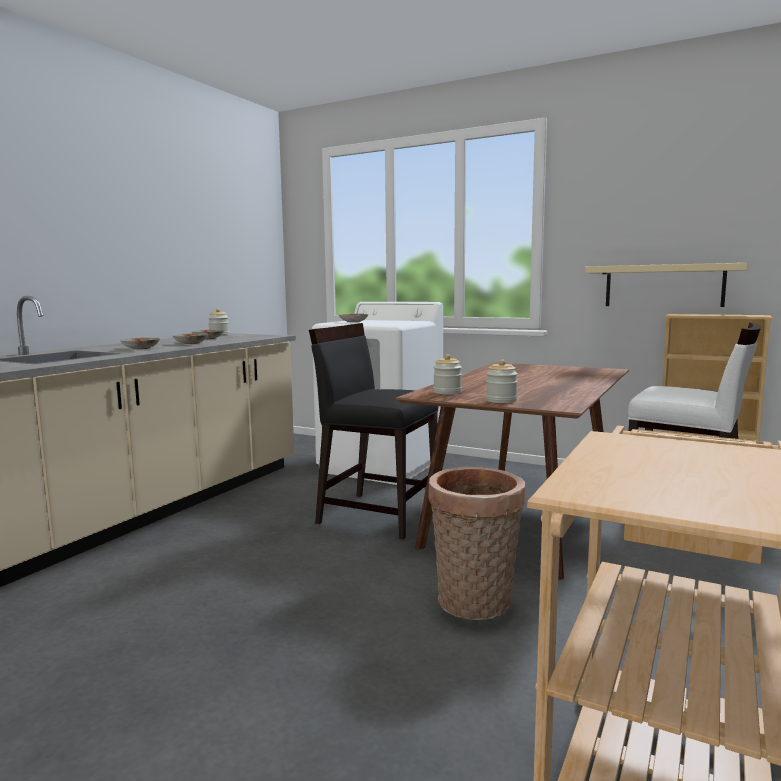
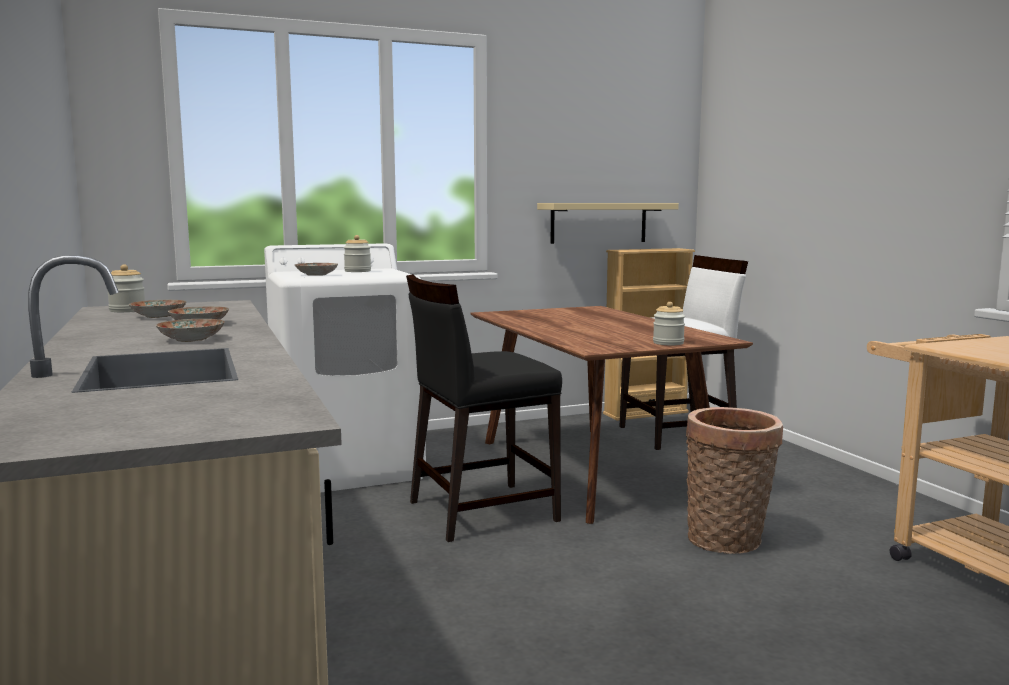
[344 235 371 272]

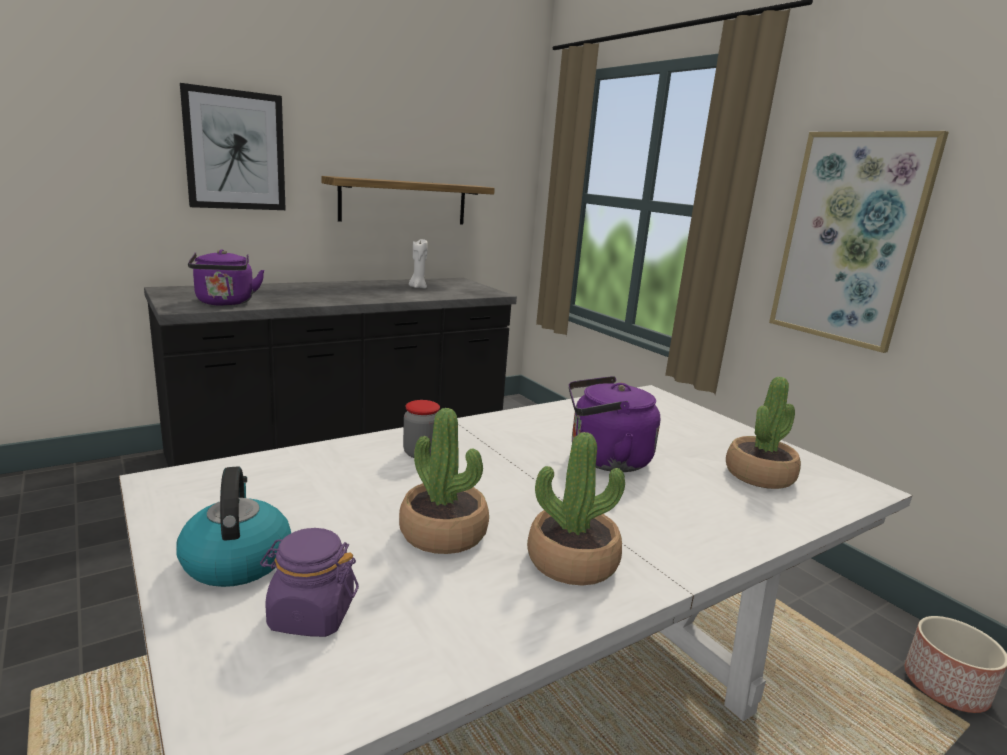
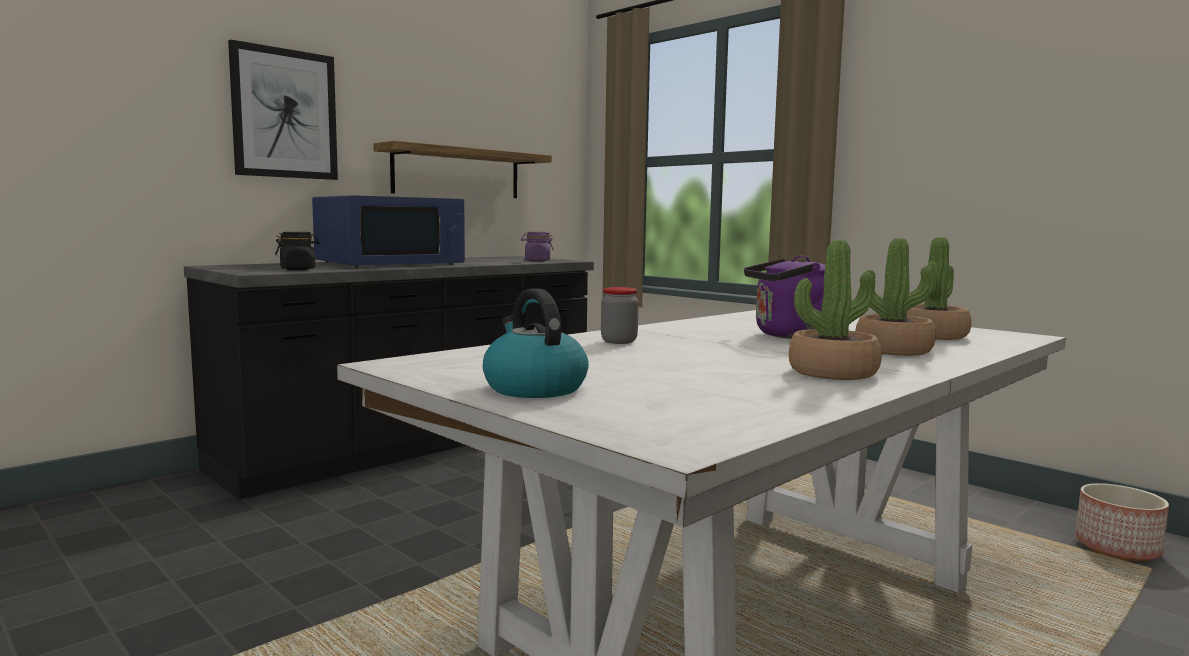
[409 239 428 288] (first image)
[769 131 949 353] (first image)
[312 195 465 267]
[521 232 553 262]
[855 238 936 356]
[275 232 320 270]

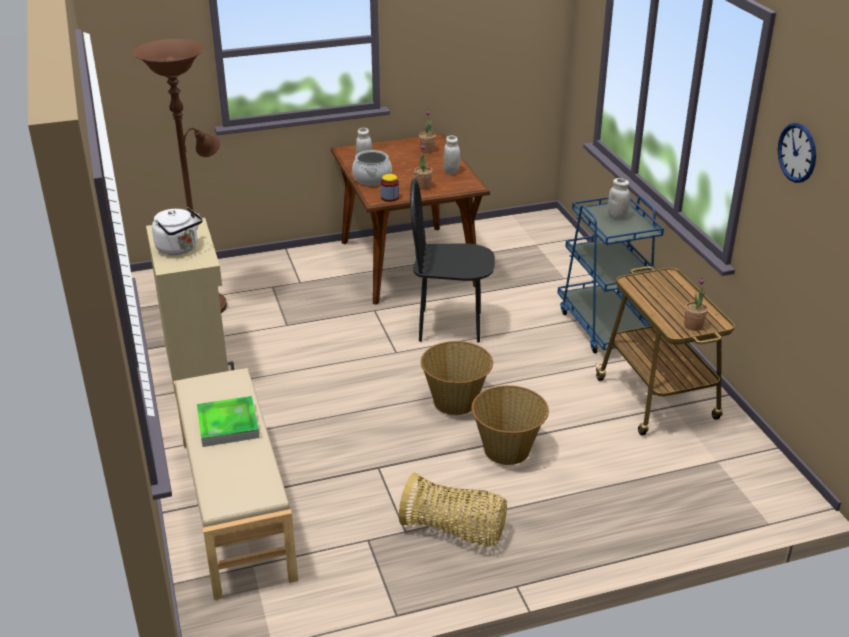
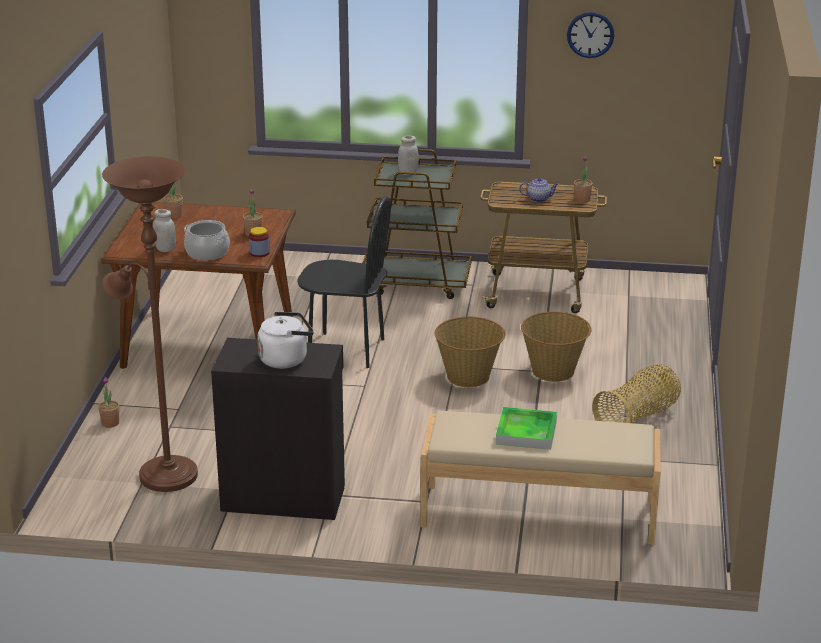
[443 135 460 174] (first image)
[98 377 120 428]
[519 177 559 202]
[211 338 345 520]
[363 149 471 299]
[297 196 391 368]

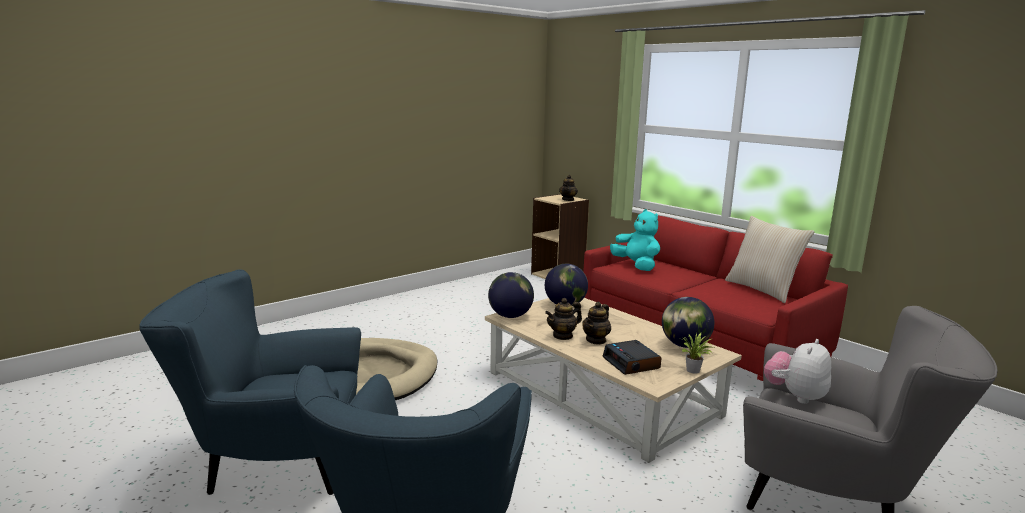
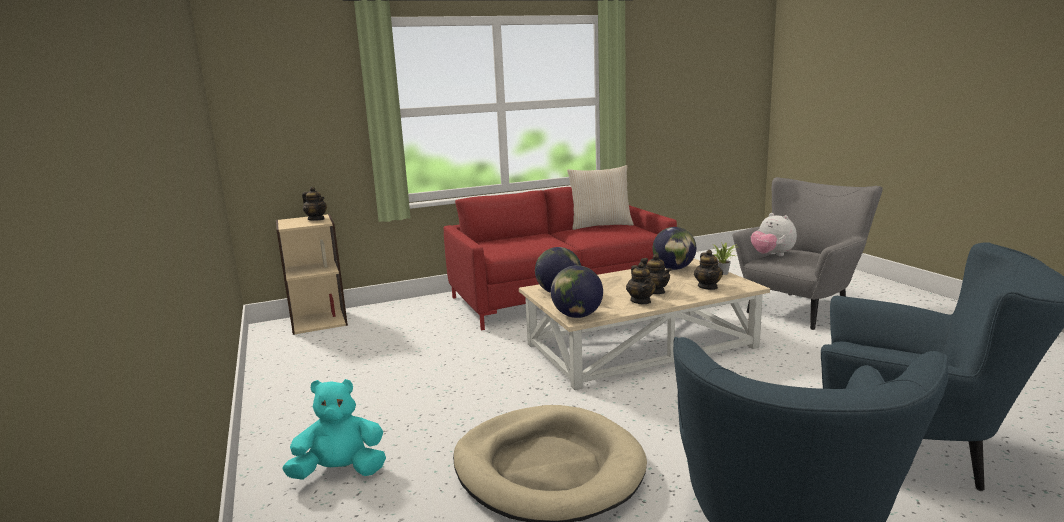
[282 379 386 480]
[694 250 723 290]

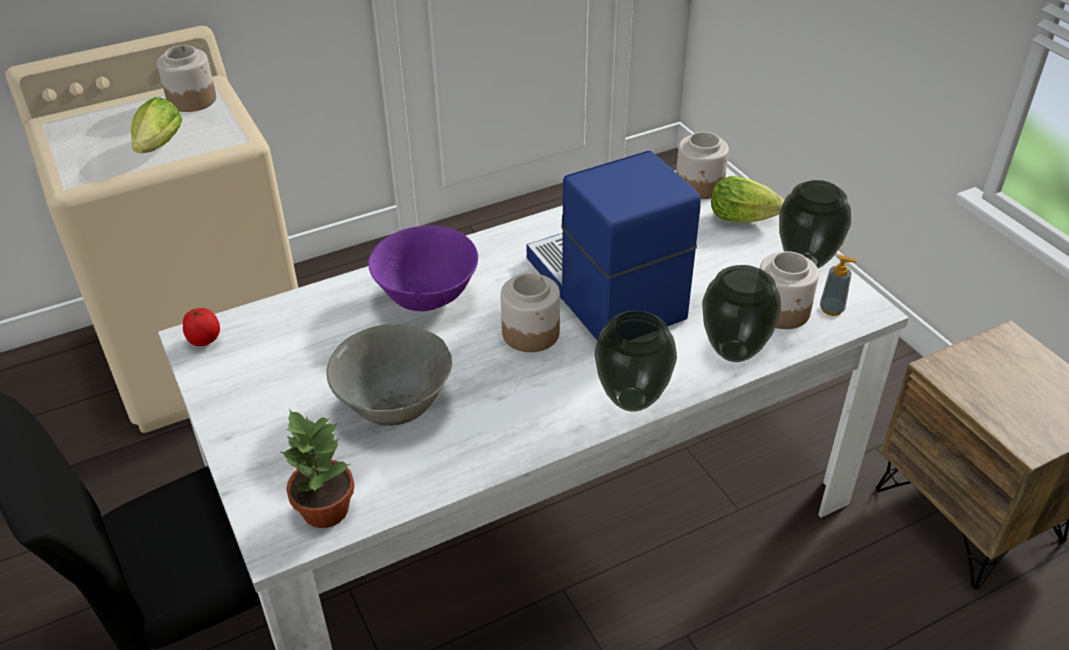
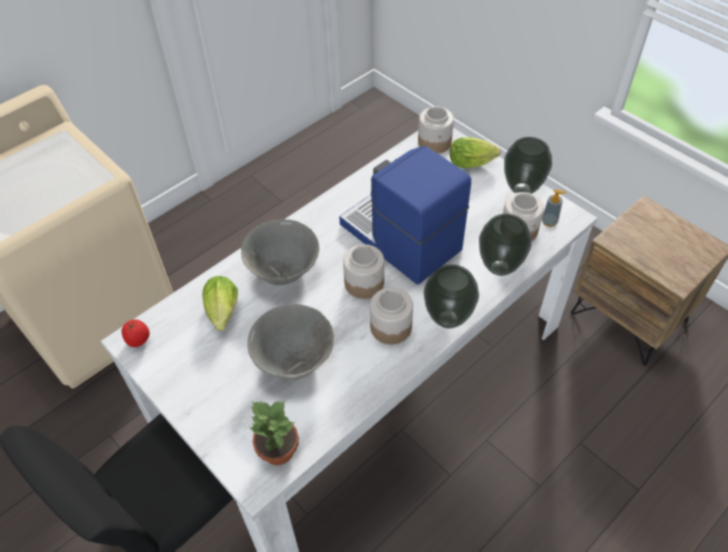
[202 276 238 331]
[370 288 413 344]
[241 219 319 285]

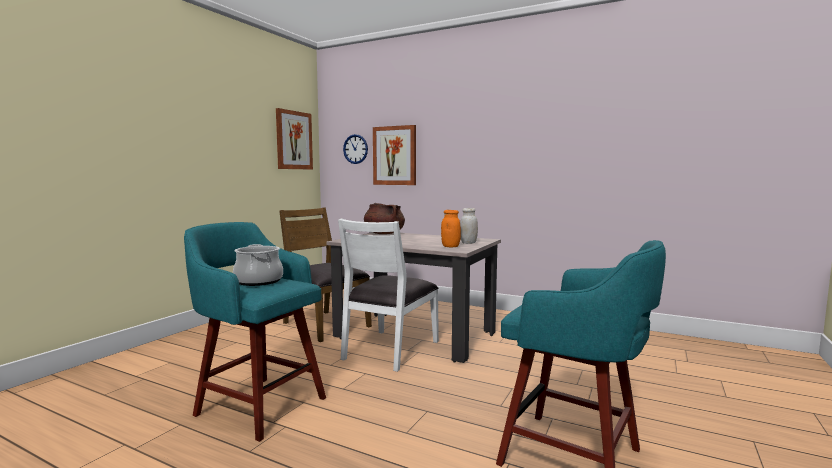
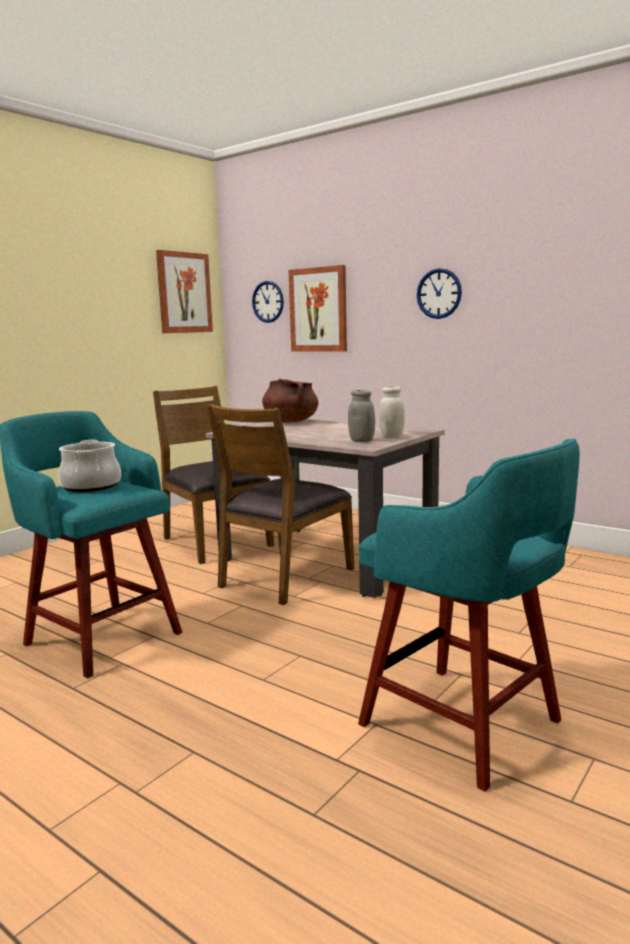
[417 268 462 319]
[207 404 354 605]
[348 390 375 442]

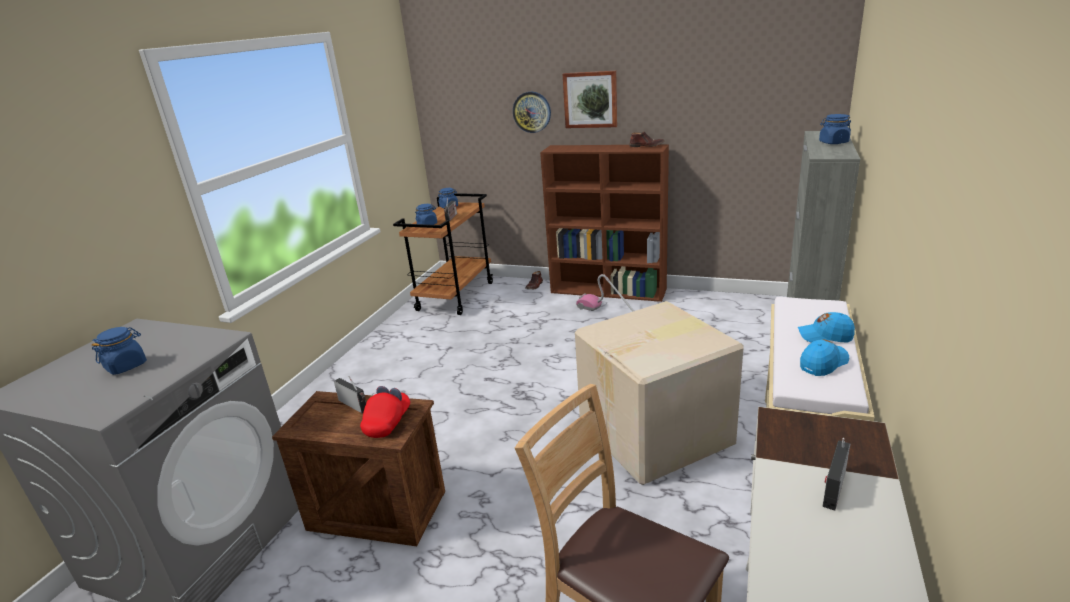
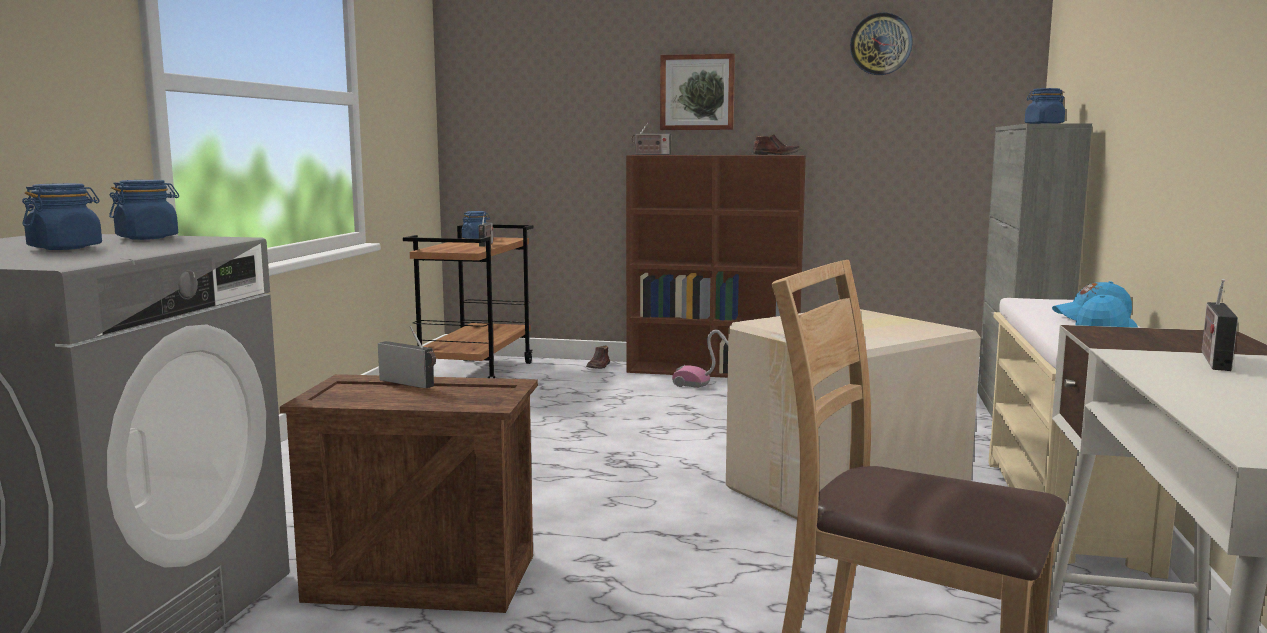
[360 386 410 438] (first image)
[632 122 671 155]
[109 180 179 240]
[850 13 913 75]

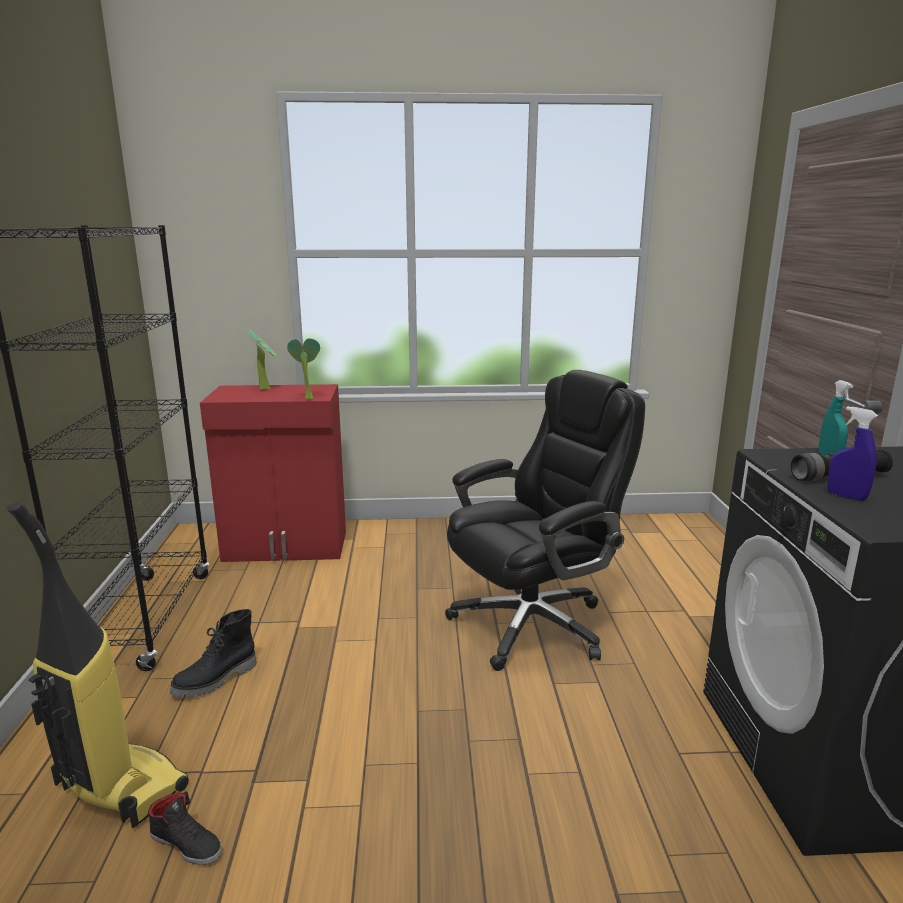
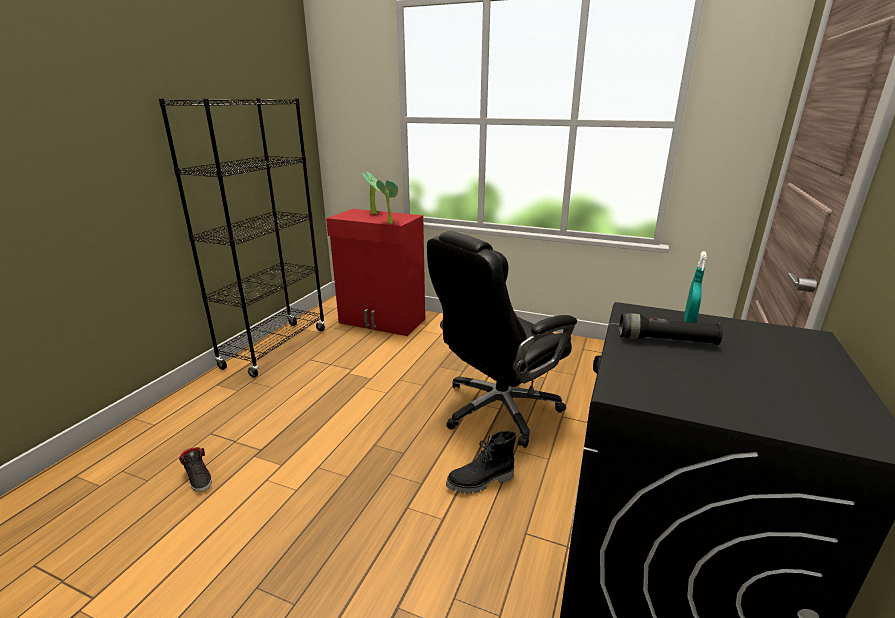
[7 501 189 828] (first image)
[828 406 878 501] (first image)
[446 431 517 494]
[427 231 577 448]

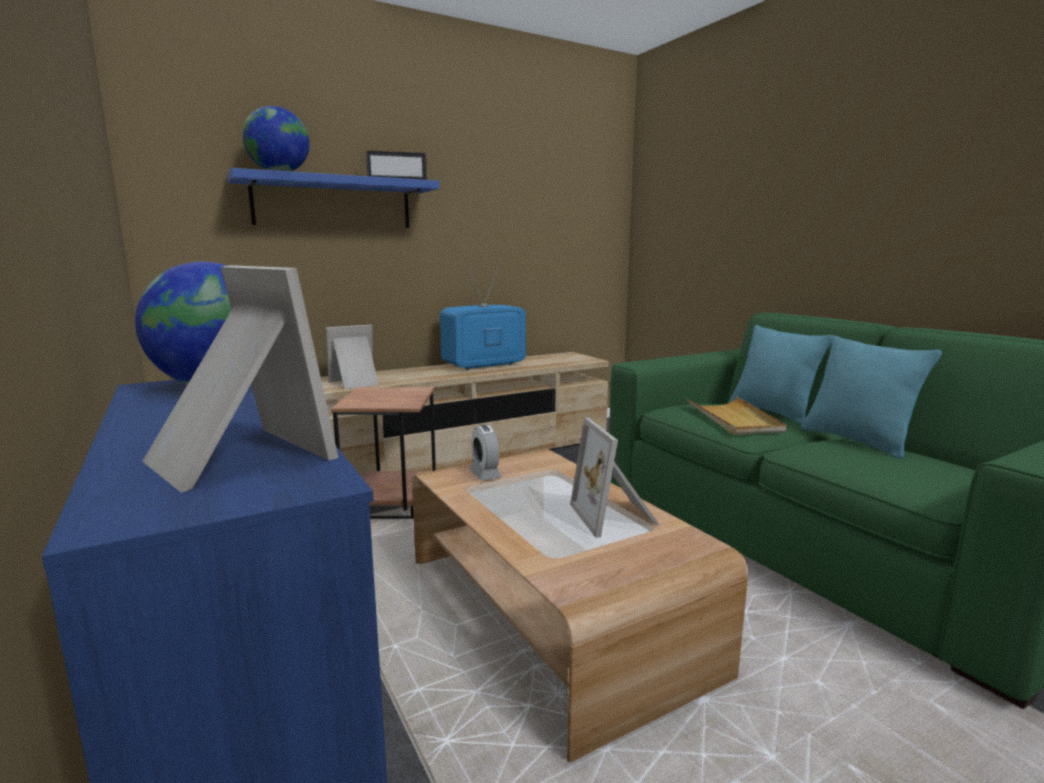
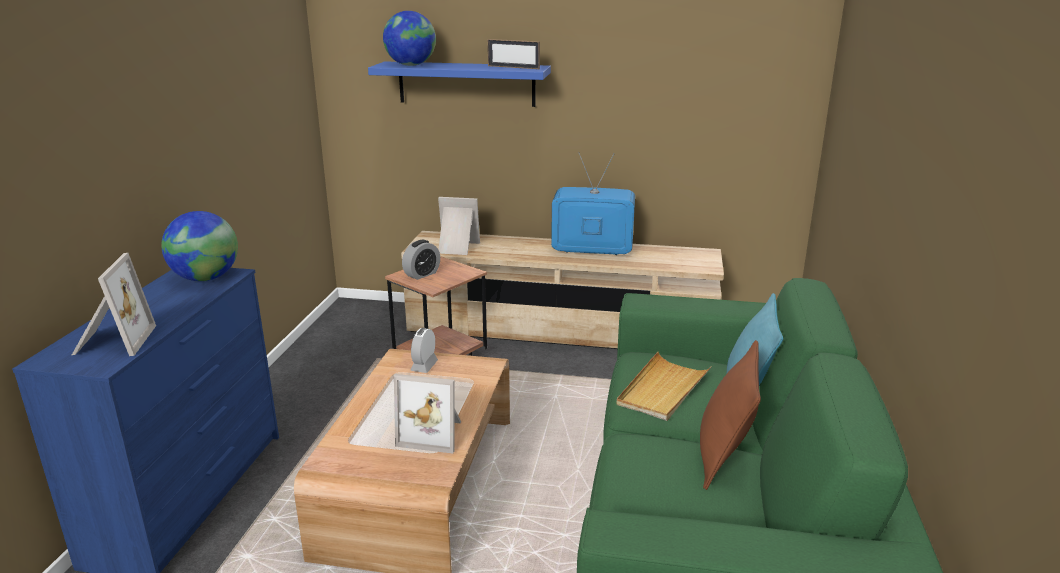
[402 240 440 280]
[700 340 761 490]
[394 374 461 454]

